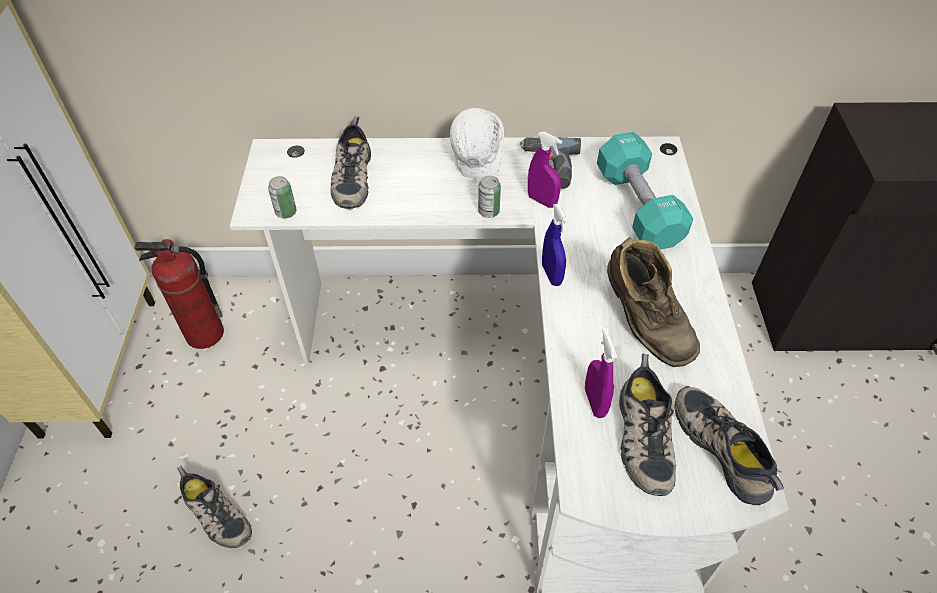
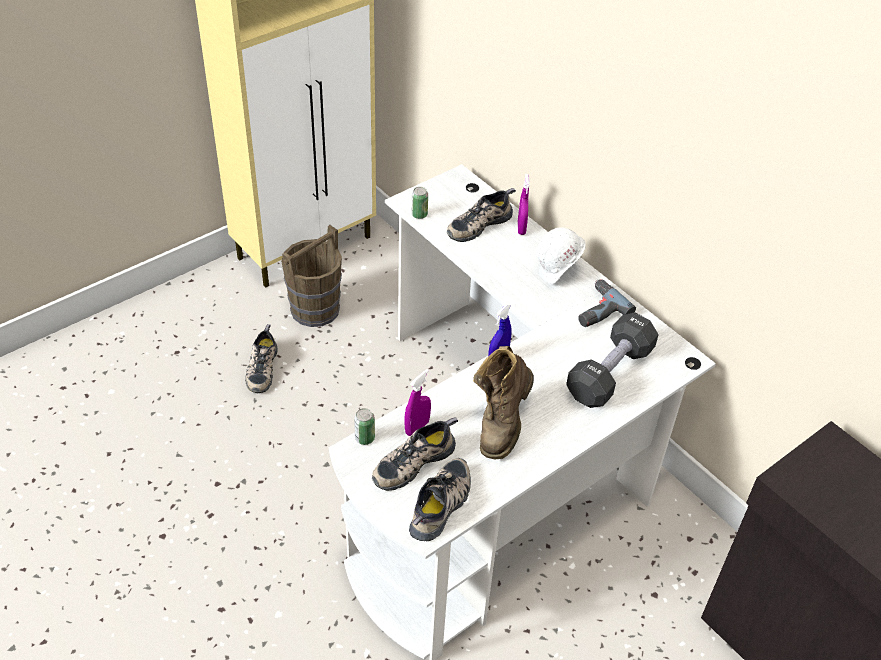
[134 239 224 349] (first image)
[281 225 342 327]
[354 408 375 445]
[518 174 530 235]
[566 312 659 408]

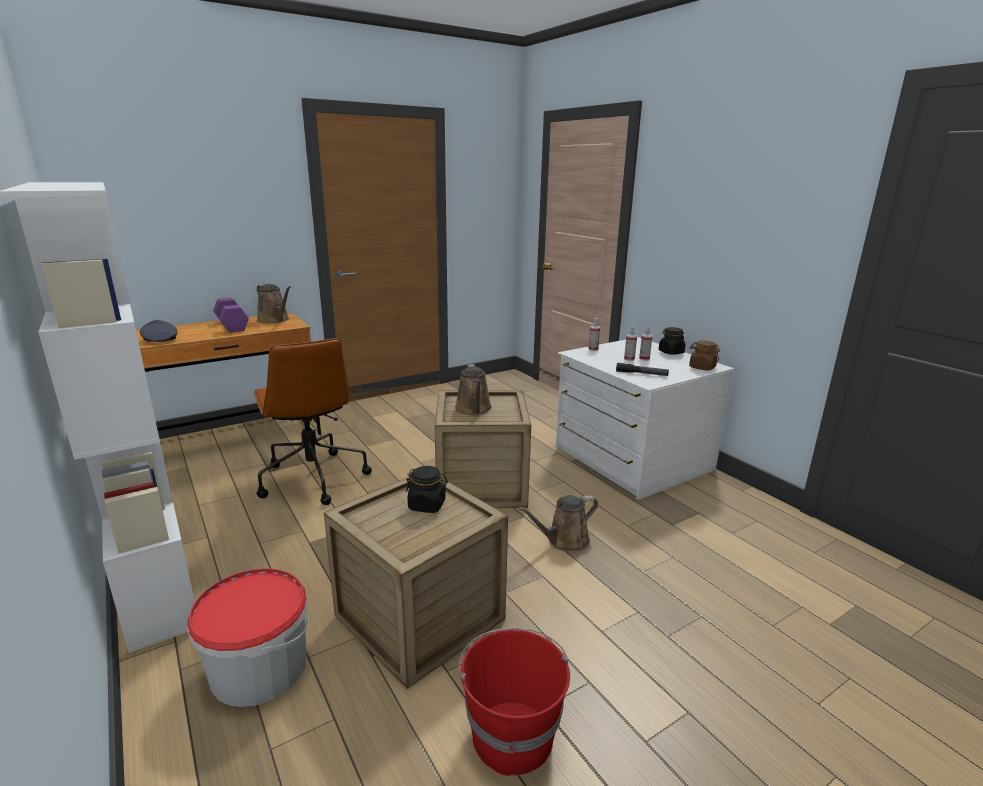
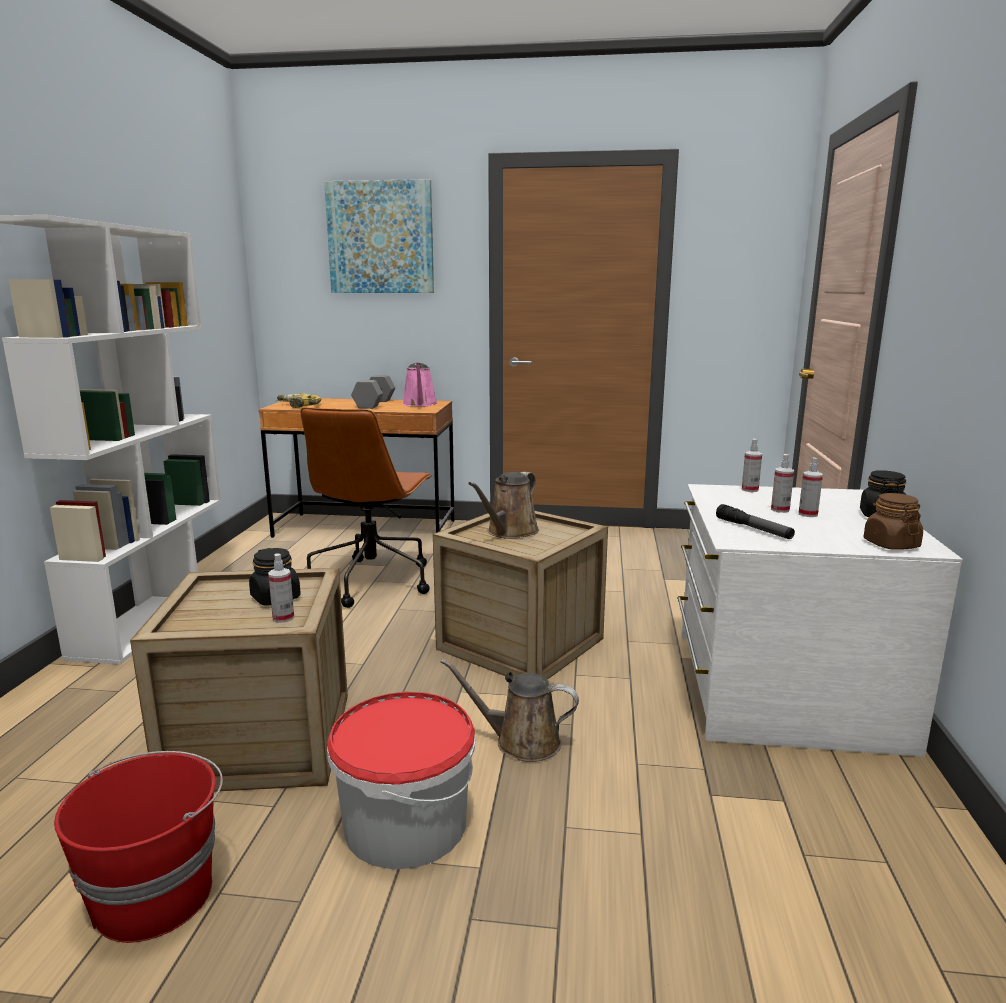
[268 553 294 623]
[324 179 434 293]
[327 692 475 870]
[276 393 322 408]
[351 375 395 409]
[402 363 438 407]

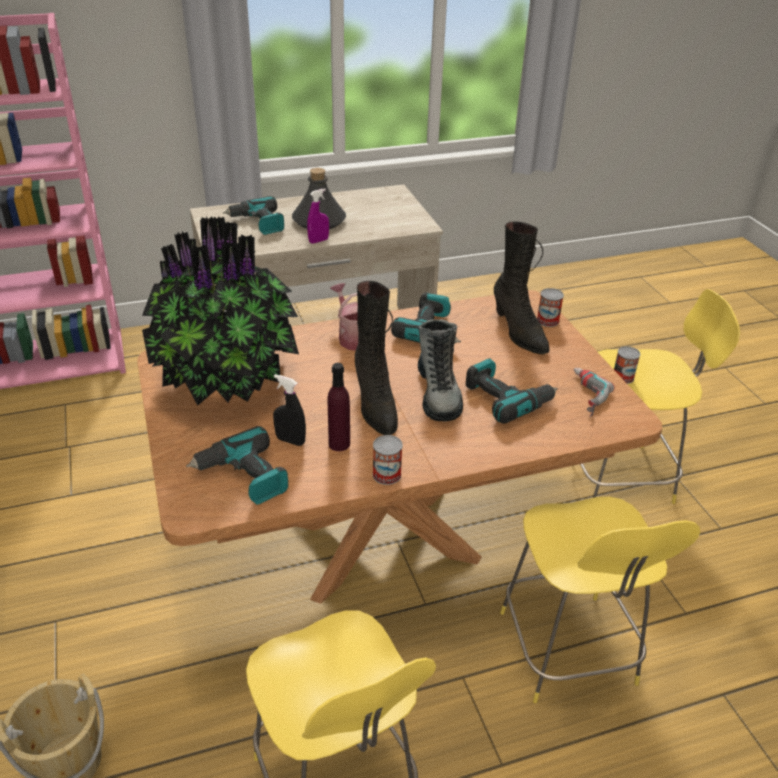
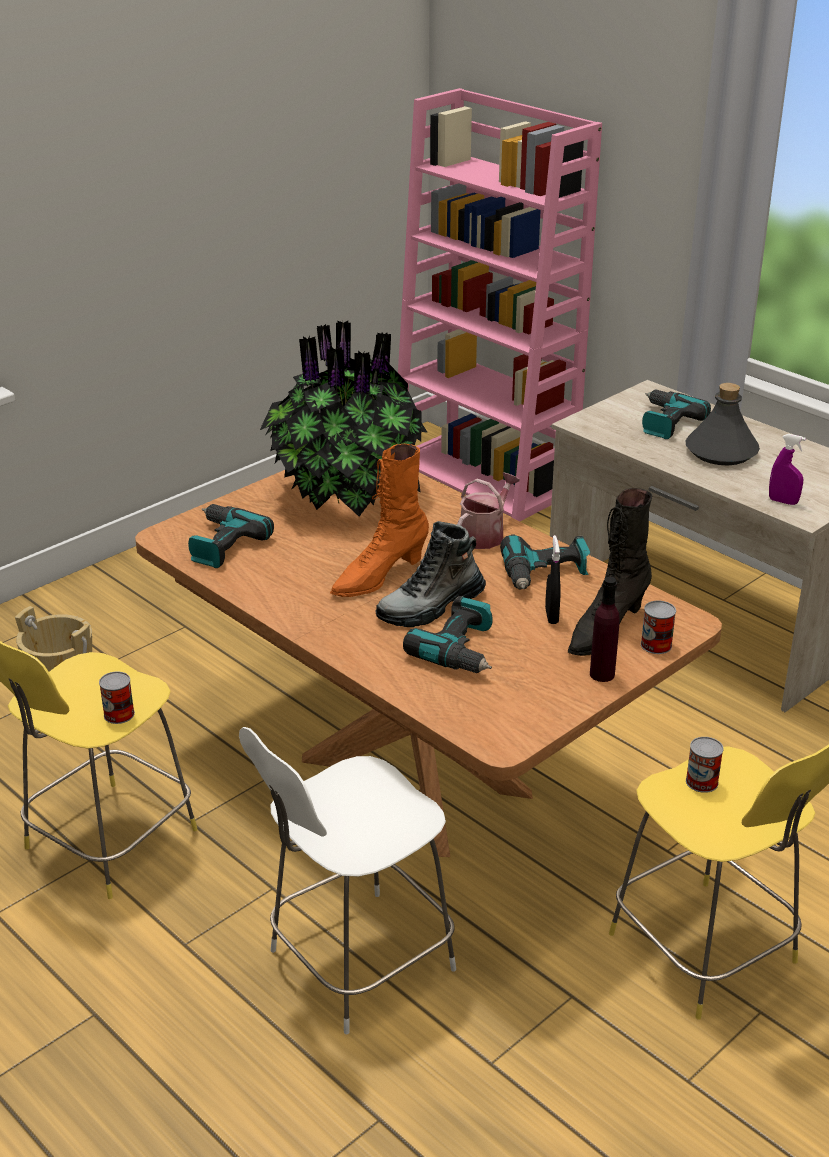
[574 368 614 417] (first image)
[545 535 561 624]
[769 434 806 505]
[590 577 620 682]
[99 671 135 724]
[330 444 429 597]
[239 727 456 1034]

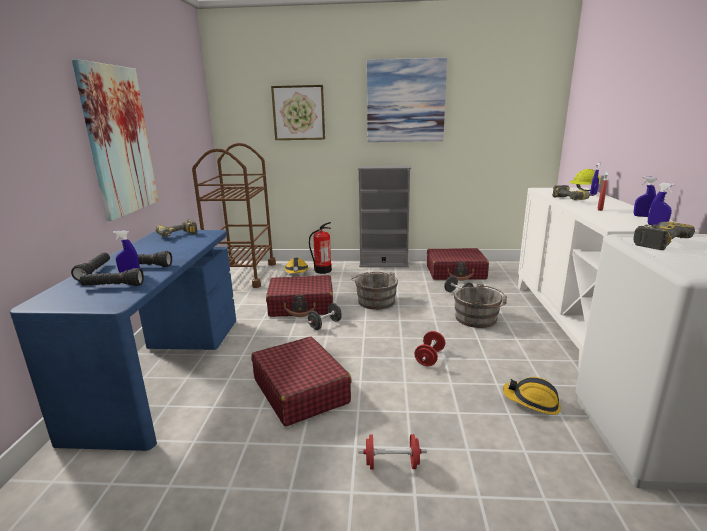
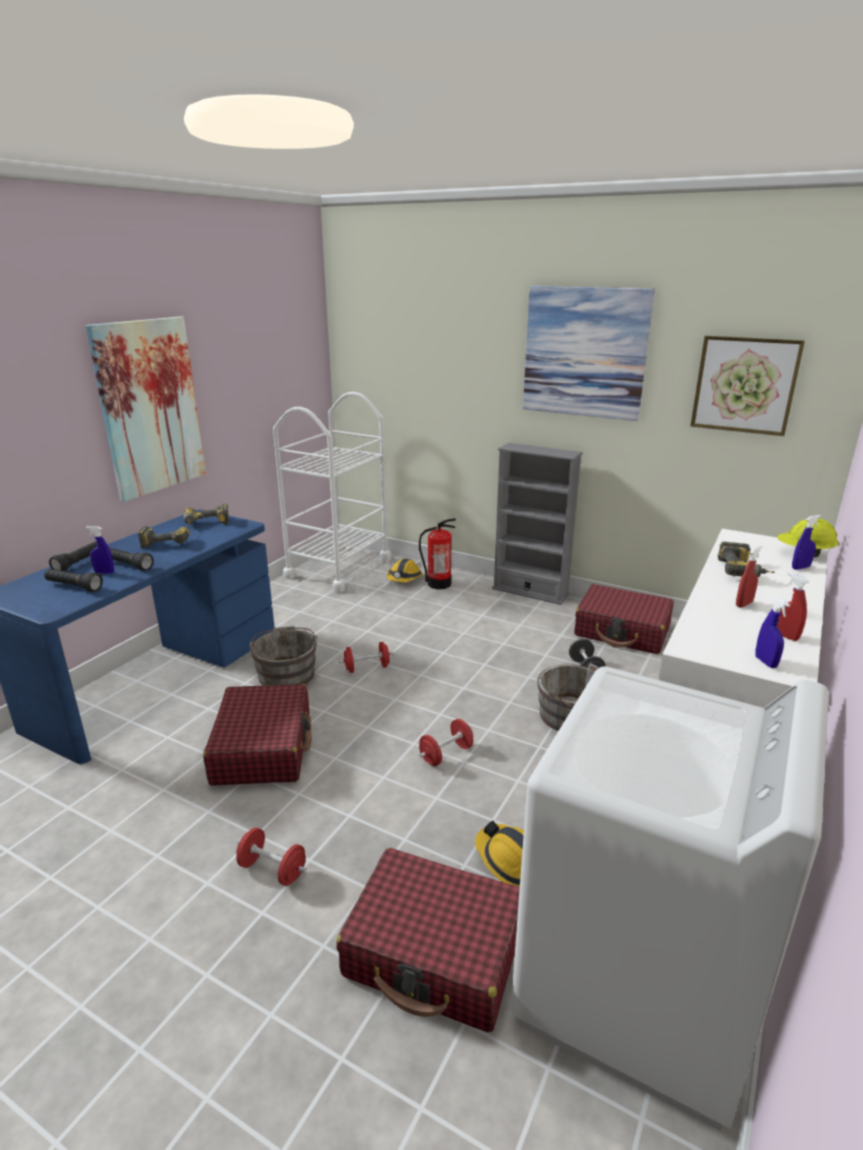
[336 848 520 1032]
[690 336 805 436]
[249 626 317 686]
[138 526 190 548]
[273 392 391 592]
[339 642 394 673]
[777 572 810 641]

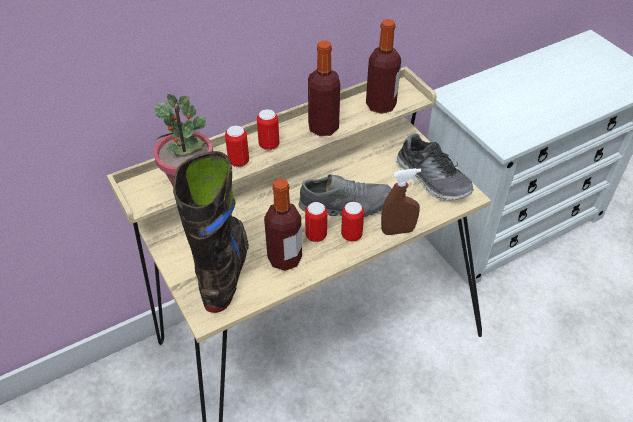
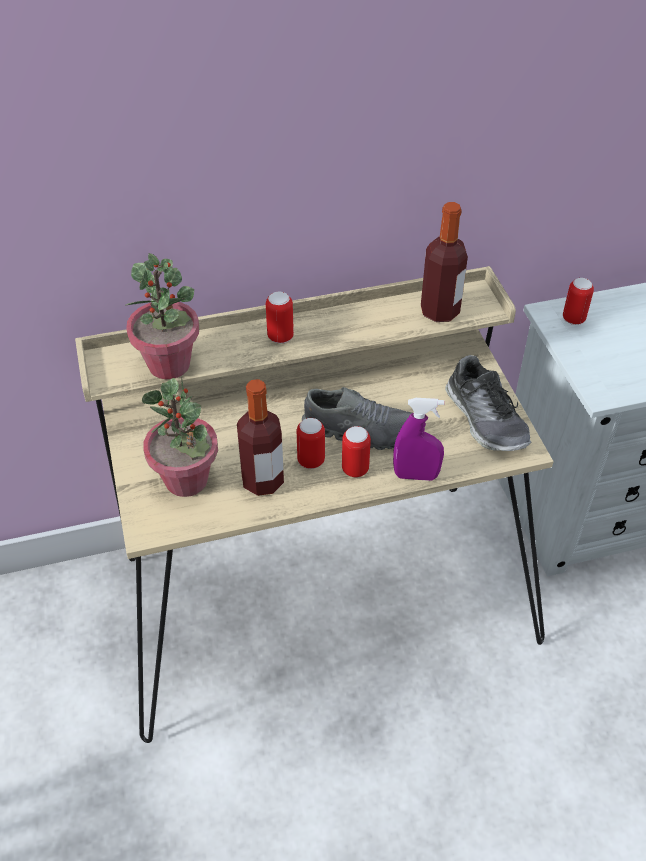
[308 40 340 136] (first image)
[563 278 594 325]
[142 378 218 497]
[393 398 444 481]

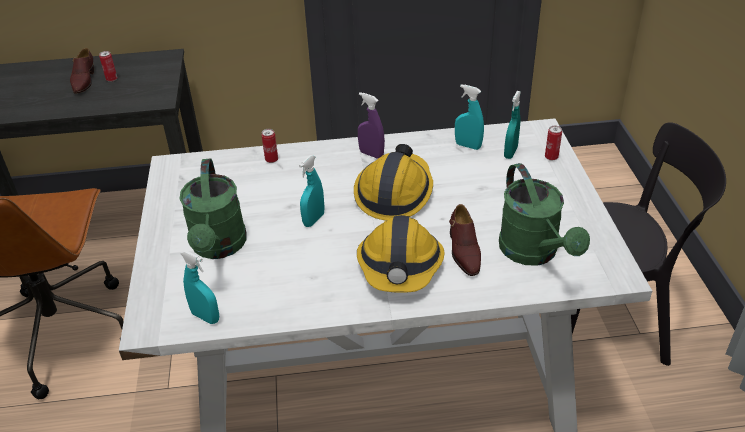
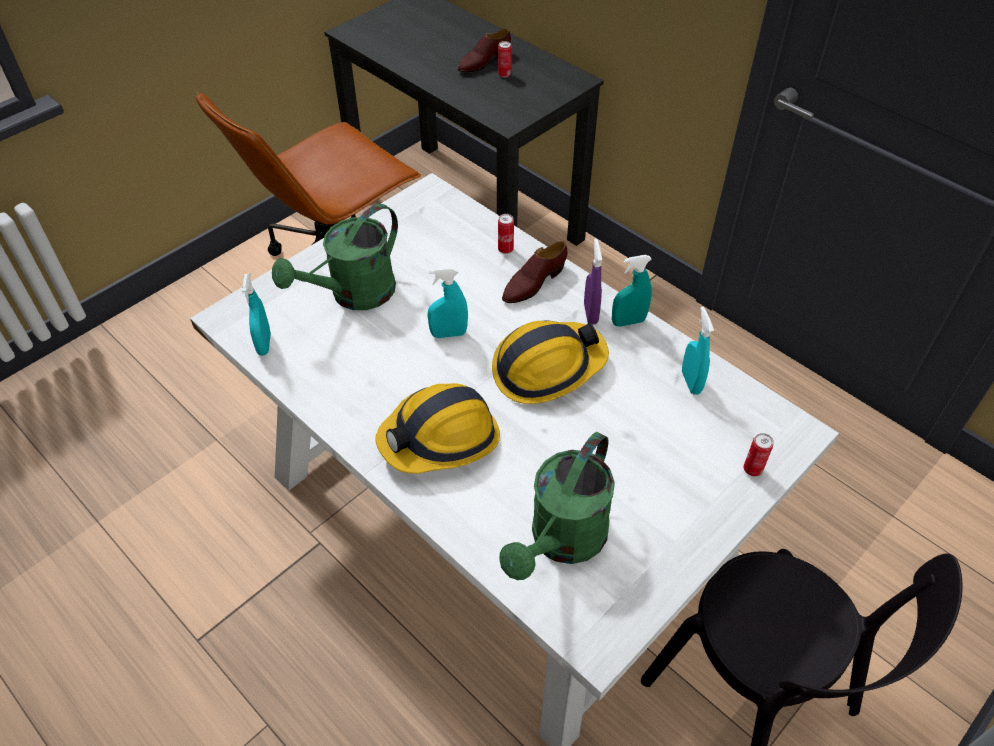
[502 241 568 303]
[612 255 652 327]

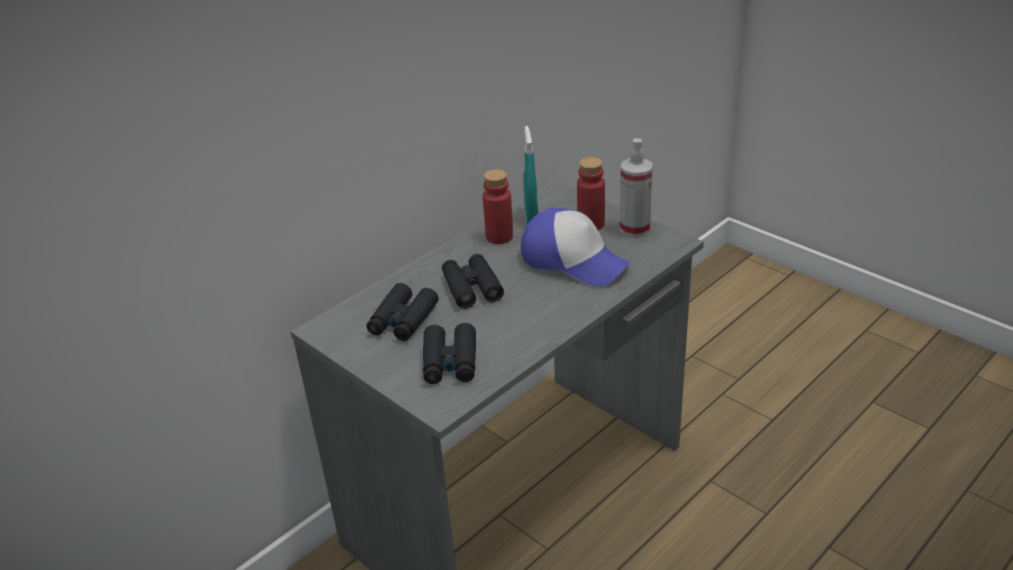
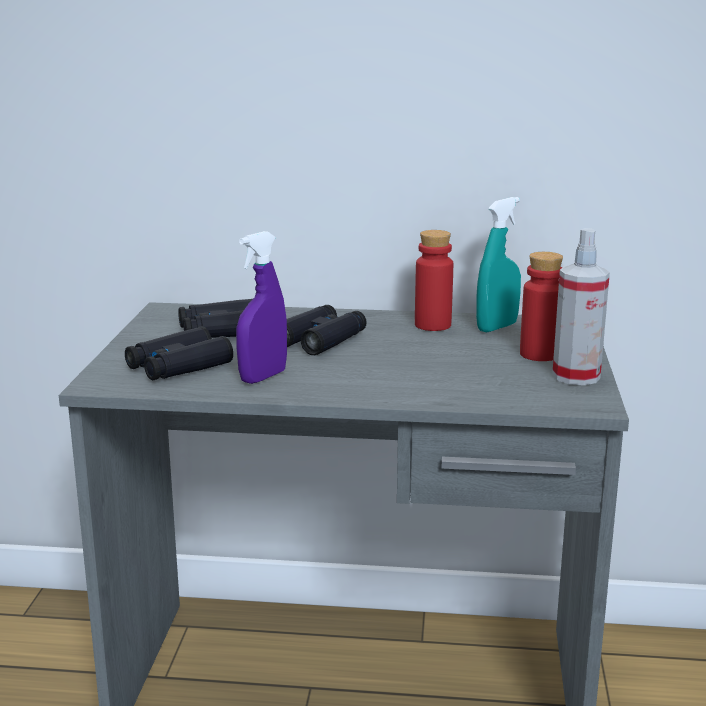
[521 207 630 286] (first image)
[236 231 287 384]

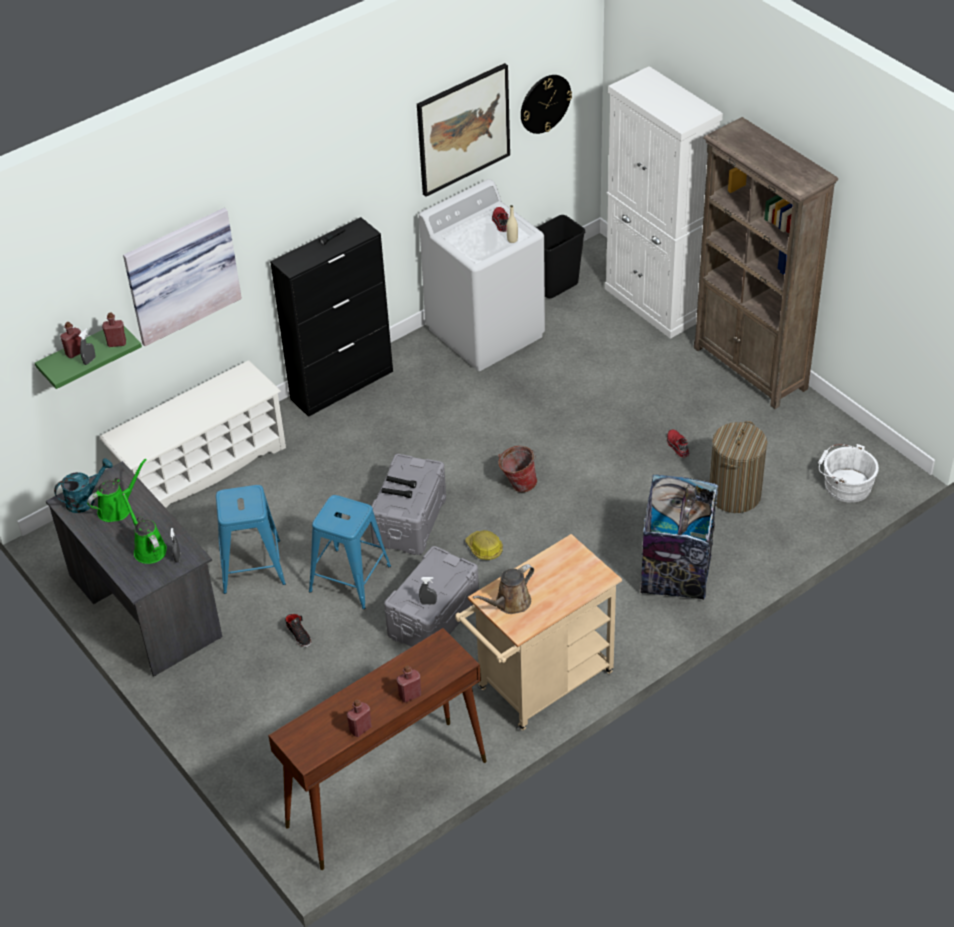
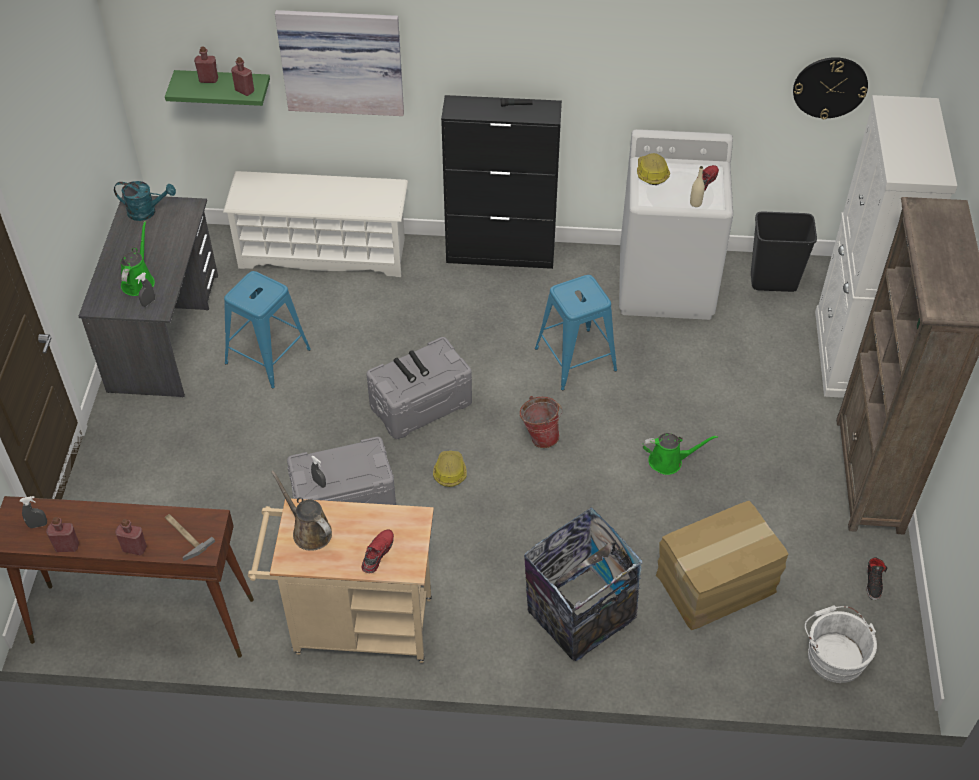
[417 63 510 197] (first image)
[165 514 215 561]
[637 153 670 185]
[20 496 47 528]
[643 433 718 475]
[866 557 888 600]
[535 275 617 390]
[362 529 394 573]
[656 501 788 630]
[271 470 332 551]

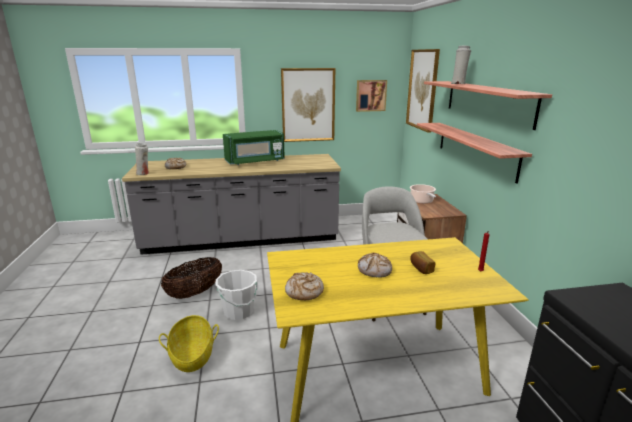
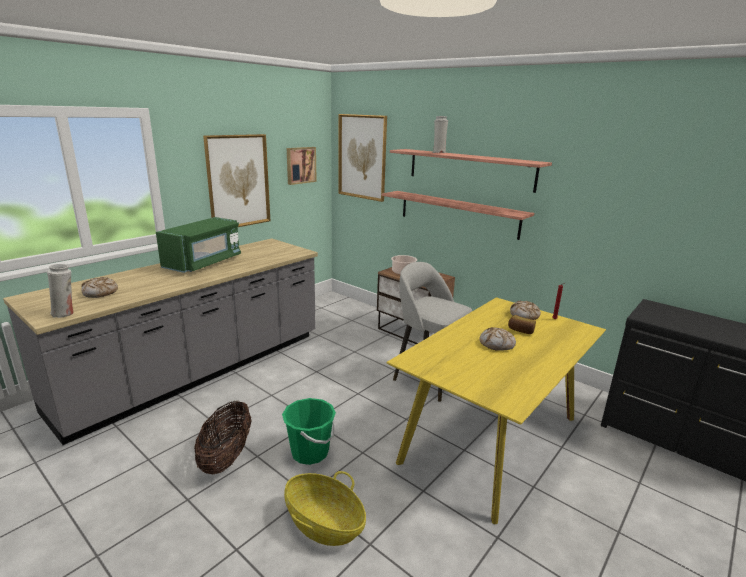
[510 301 541 320]
[282 398 336 465]

